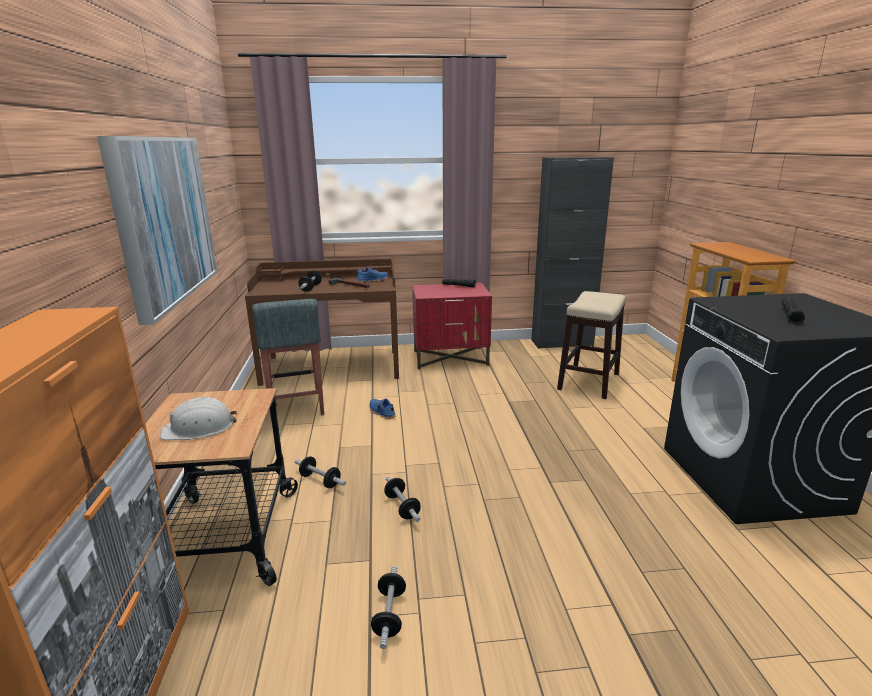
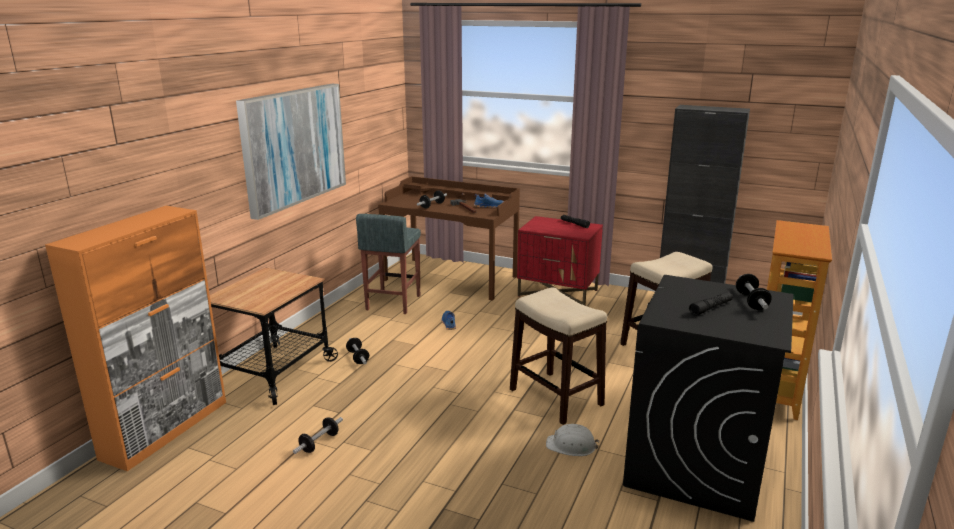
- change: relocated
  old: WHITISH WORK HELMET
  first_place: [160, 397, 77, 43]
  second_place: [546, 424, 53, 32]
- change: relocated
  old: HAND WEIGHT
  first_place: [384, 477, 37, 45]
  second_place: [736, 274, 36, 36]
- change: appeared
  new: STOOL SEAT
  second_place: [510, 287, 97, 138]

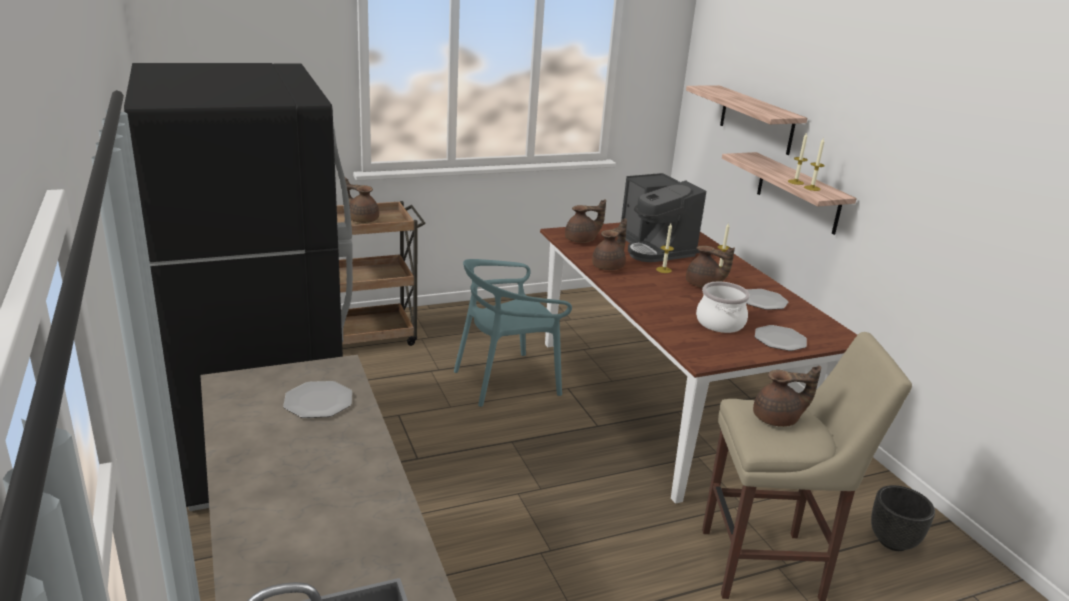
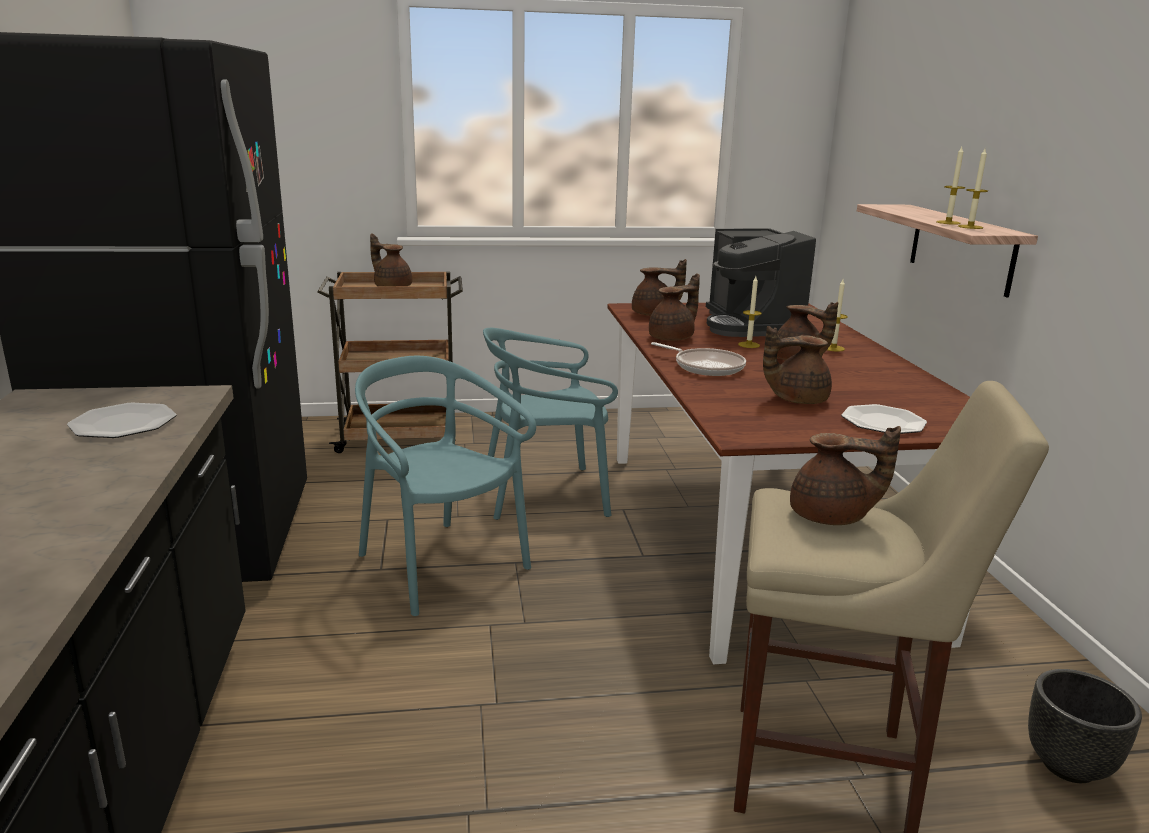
- change: missing
  old: SHELF
  first_place: [686, 85, 122, 70]
- change: exchanged
  old: STOCKPOT
  new: BROWN TEA POT
  first_place: [696, 282, 54, 51]
  second_place: [763, 326, 69, 78]
- change: missing
  old: FLAT DISH
  first_place: [746, 289, 43, 21]
- change: appeared
  new: FRYING PAN
  second_place: [651, 342, 95, 34]
- change: appeared
  new: TURQUOISE-COLOURED CHAIR
  second_place: [355, 356, 181, 260]

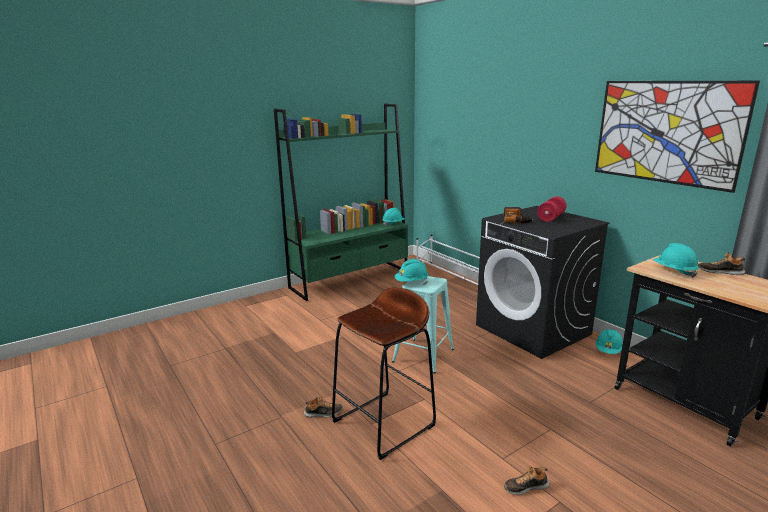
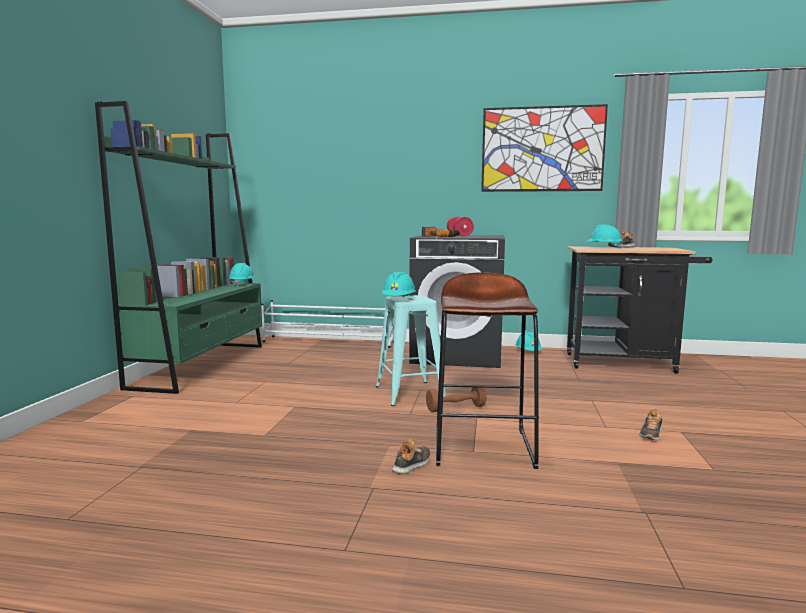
- change: appeared
  new: BROWN HAND WEIGHT
  second_place: [426, 384, 60, 28]

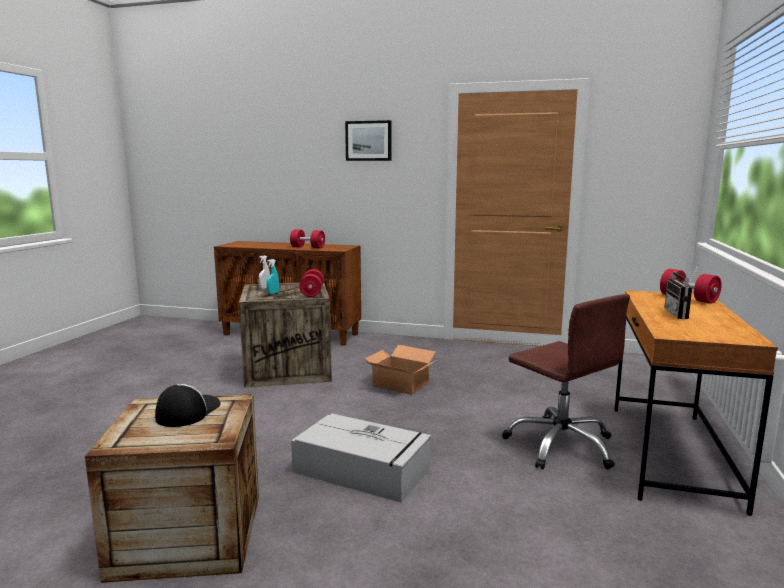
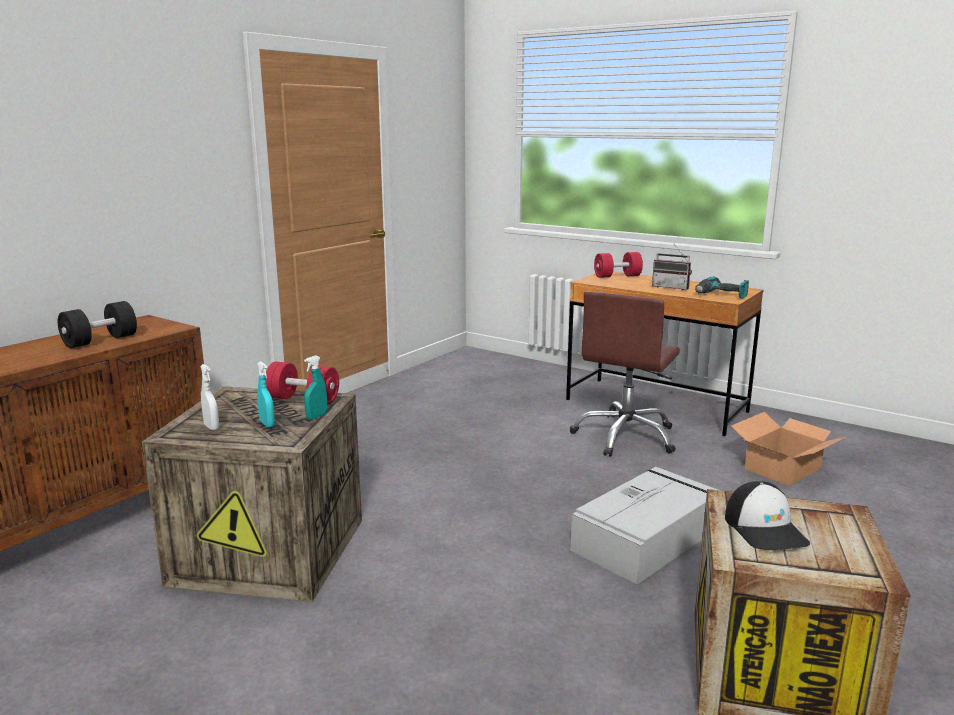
- change: missing
  old: WALL PICTURE
  first_place: [345, 120, 46, 41]
- change: colour
  old: RED-COLOURED HAND WEIGHT
  new: BLACKISH HAND WEIGHT
  first_place: [290, 229, 35, 19]
  second_place: [58, 301, 79, 47]
- change: spun
  old: BROWN COMPUTER CHAIR
  first_place: [502, 294, 128, 175]
  second_place: [570, 291, 110, 166]
  degrees: 135
- change: relocated
  old: CARDBOARD BOX
  first_place: [364, 345, 73, 50]
  second_place: [731, 412, 114, 74]
- change: spun
  old: CAP
  first_place: [155, 384, 66, 43]
  second_place: [725, 481, 85, 69]
  degrees: -135
- change: appeared
  new: ELECTRIC DRILL
  second_place: [695, 276, 54, 22]
- change: appeared
  new: TURQUOISE-COLOURED SPRAYER
  second_place: [304, 355, 23, 65]

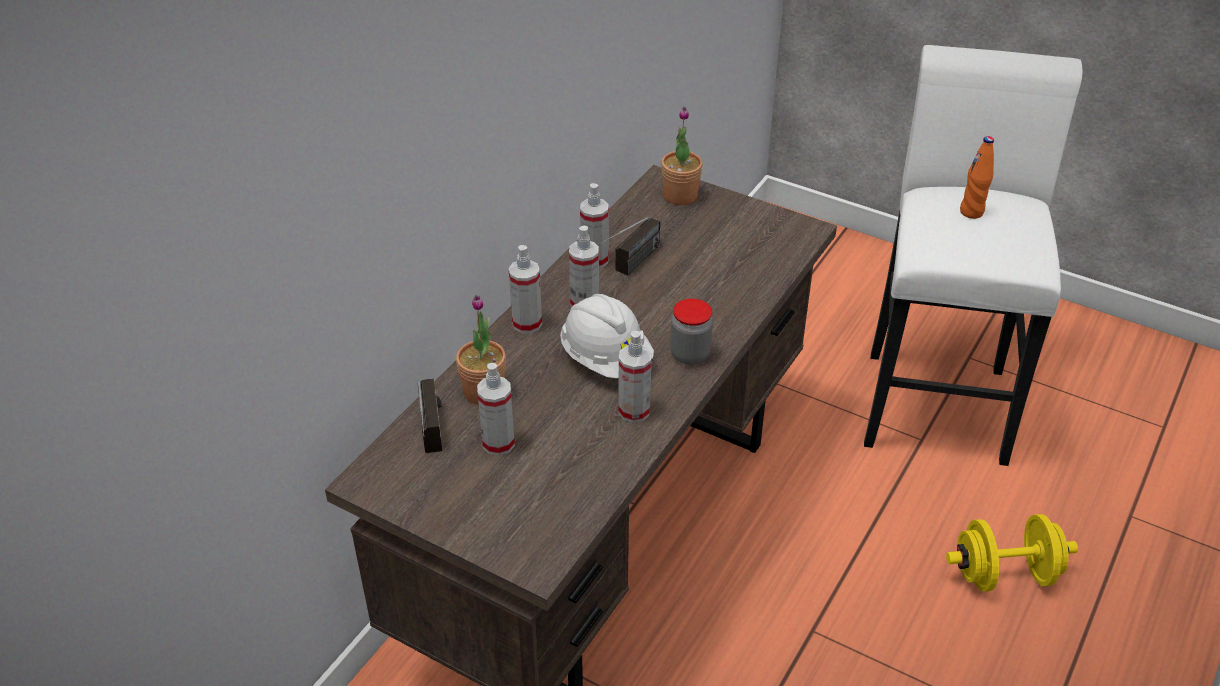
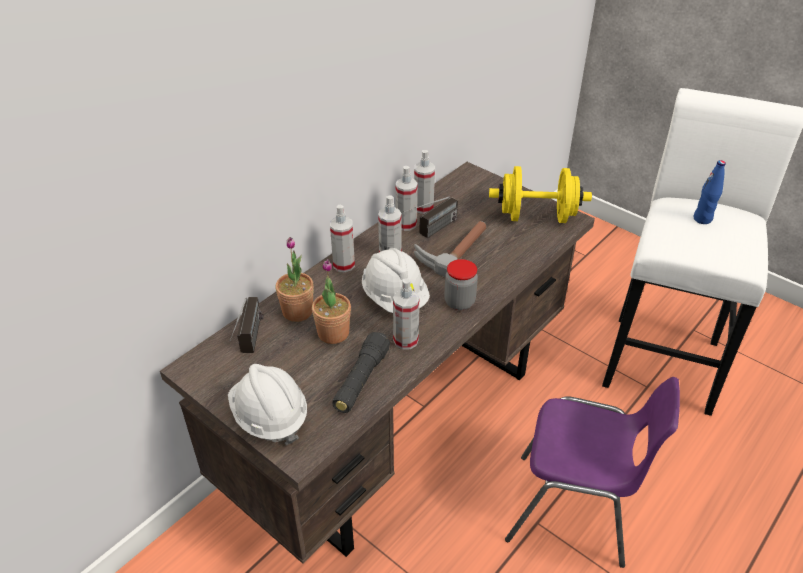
- change: relocated
  old: POTTED PLANT
  first_place: [661, 107, 42, 98]
  second_place: [312, 259, 39, 85]
- change: colour
  old: ORANGE-COLOURED DRINK BOTTLE
  new: BLUISH DRINK BOTTLE
  first_place: [960, 136, 34, 83]
  second_place: [694, 160, 32, 64]
- change: relocated
  old: SPRAYER
  first_place: [477, 363, 38, 93]
  second_place: [414, 150, 21, 64]
- change: relocated
  old: YELLOW HAND WEIGHT
  first_place: [946, 514, 132, 78]
  second_place: [489, 166, 103, 57]
- change: appeared
  new: HAMMER
  second_place: [414, 221, 72, 56]
- change: appeared
  new: BLACKISH TORCH
  second_place: [332, 332, 58, 81]
- change: appeared
  new: WHITISH WORK HELMET
  second_place: [228, 364, 79, 81]
- change: appeared
  new: PURPLE CHAIR
  second_place: [505, 377, 175, 191]

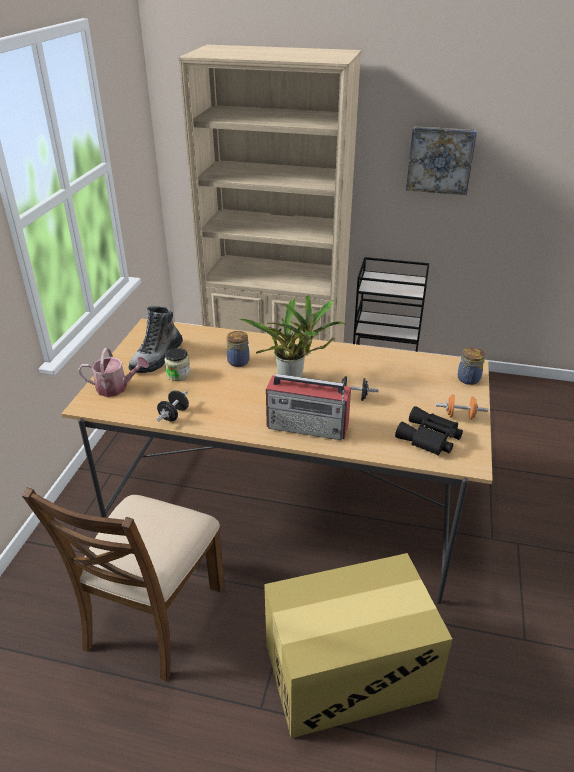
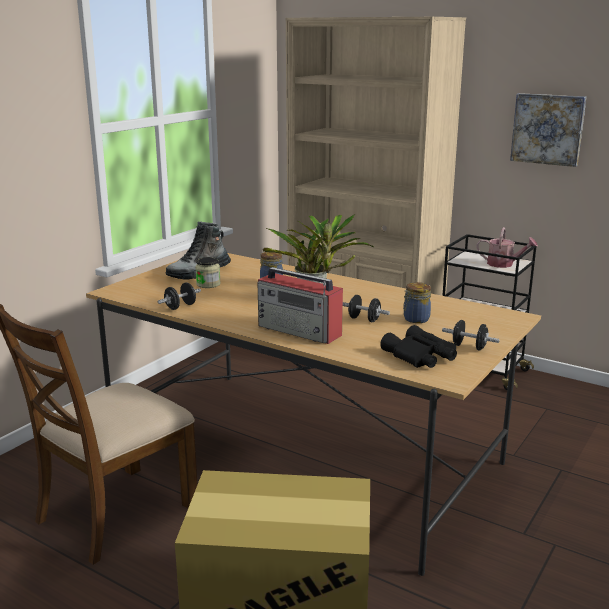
- change: relocated
  old: STORAGE JAR
  first_place: [458, 347, 27, 38]
  second_place: [403, 282, 28, 41]
- change: relocated
  old: WATERING POT
  first_place: [78, 348, 71, 49]
  second_place: [477, 227, 61, 41]
- change: colour
  old: ORANGE-COLOURED HAND WEIGHT
  new: BLACKISH HAND WEIGHT
  first_place: [436, 394, 52, 26]
  second_place: [442, 320, 58, 31]

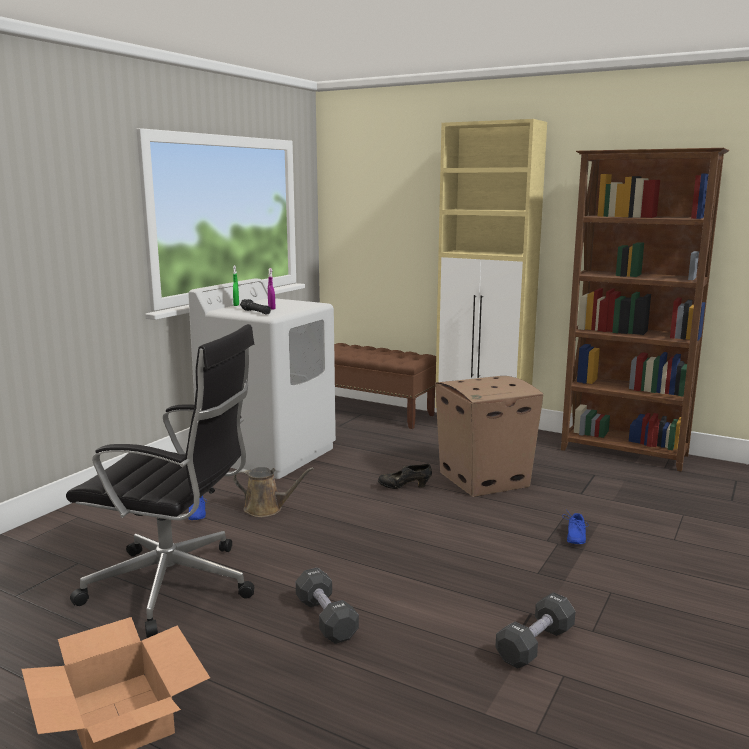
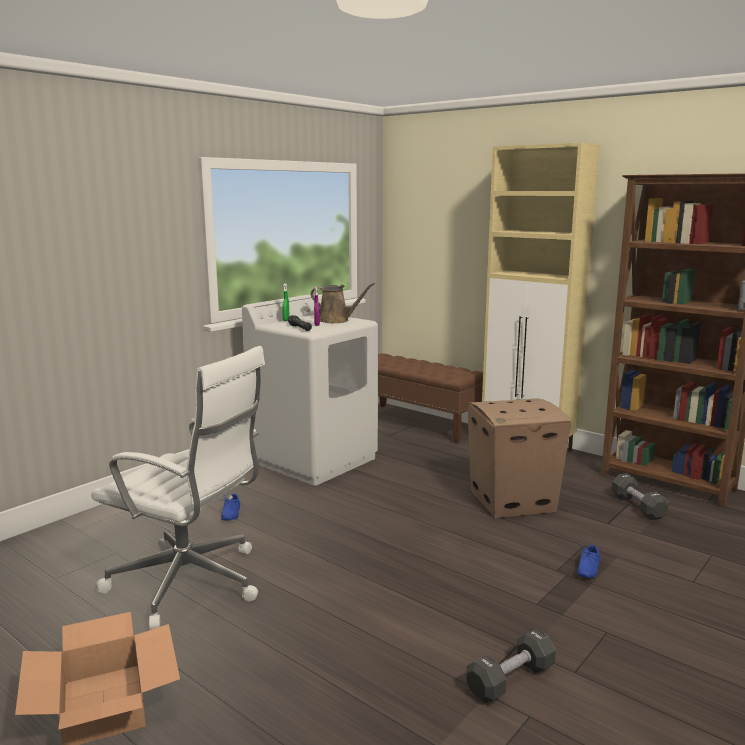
- change: colour
  old: BLACKISH COMPUTER CHAIR
  new: WHITISH COMPUTER CHAIR
  first_place: [66, 324, 188, 314]
  second_place: [91, 346, 174, 284]
- change: missing
  old: BLACKISH ITEM OF FOOTWEAR
  first_place: [378, 464, 54, 25]
- change: relocated
  old: BROWN WATERING POT
  first_place: [233, 467, 81, 50]
  second_place: [311, 283, 64, 40]
- change: relocated
  old: BLACKISH HAND WEIGHT
  first_place: [295, 567, 64, 77]
  second_place: [611, 473, 57, 47]

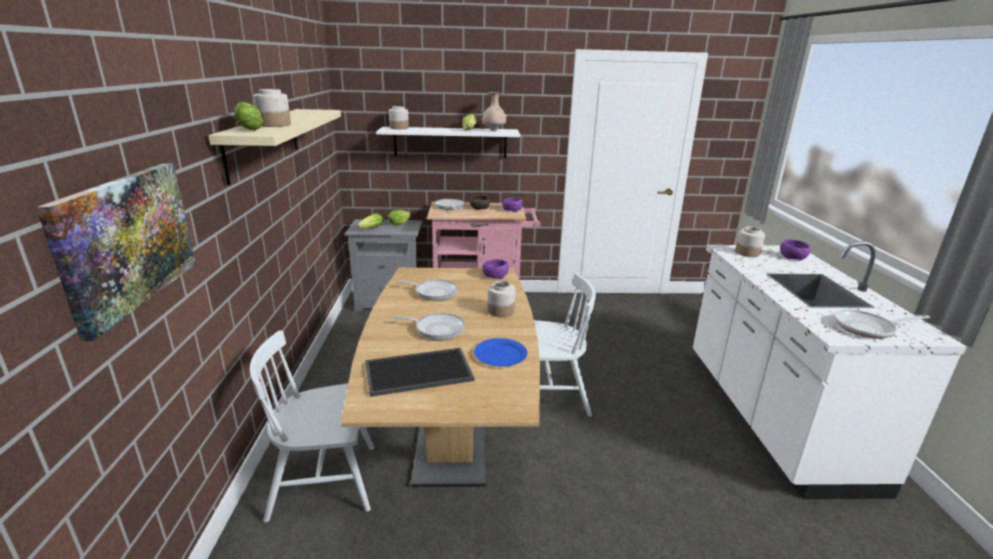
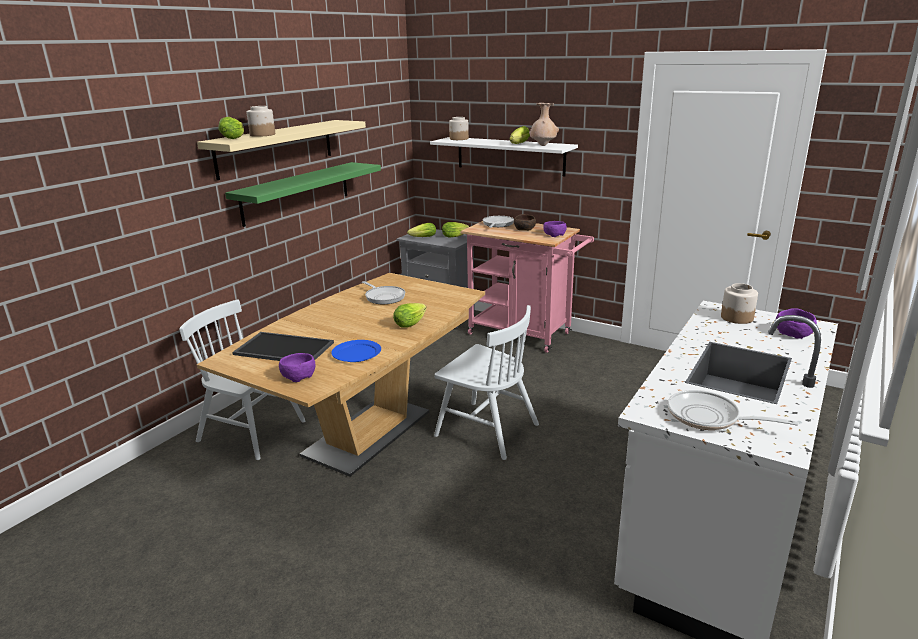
- change: missing
  old: WALL PICTURE
  first_place: [36, 163, 160, 178]
- change: relocated
  old: PURPLE SERVING BOWL
  first_place: [482, 259, 27, 20]
  second_place: [279, 353, 36, 29]
- change: exchanged
  old: STORAGE JAR
  new: HEAD OF LETTUCE
  first_place: [487, 281, 29, 36]
  second_place: [393, 303, 34, 25]
- change: missing
  old: FRYING PAN
  first_place: [393, 313, 72, 27]
- change: appeared
  new: GREEN SHELF
  second_place: [225, 162, 156, 65]

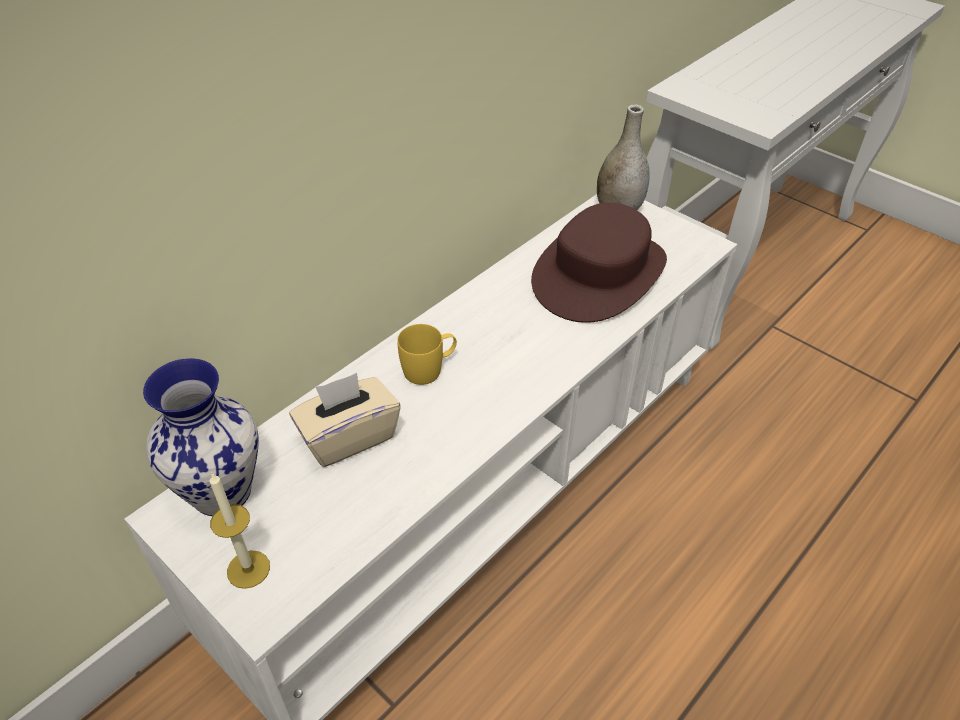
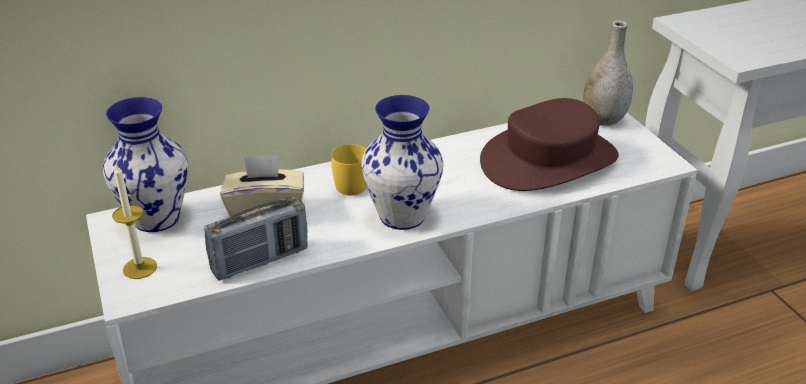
- change: appeared
  new: FLOWER VASE
  second_place: [361, 95, 82, 135]
- change: appeared
  new: RADIO RECEIVER
  second_place: [204, 196, 104, 85]

